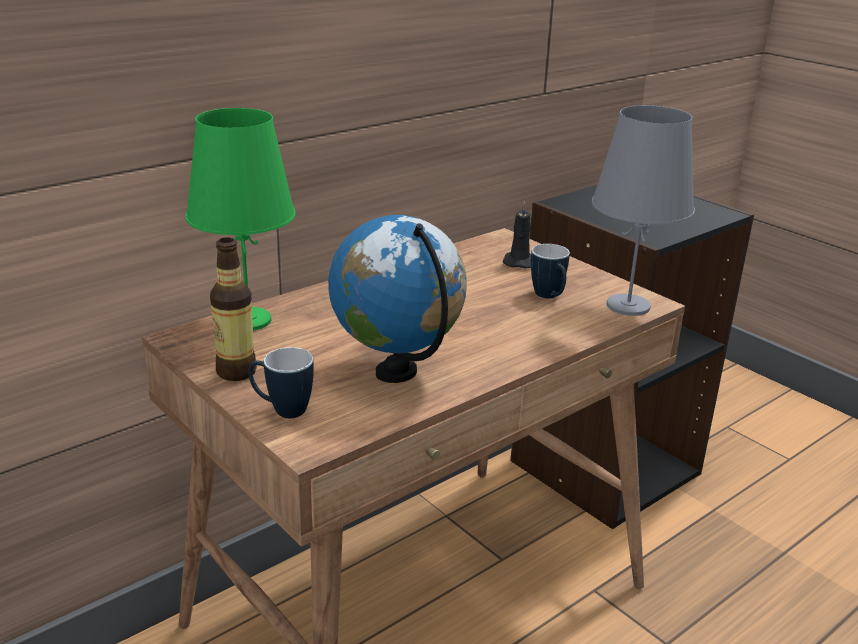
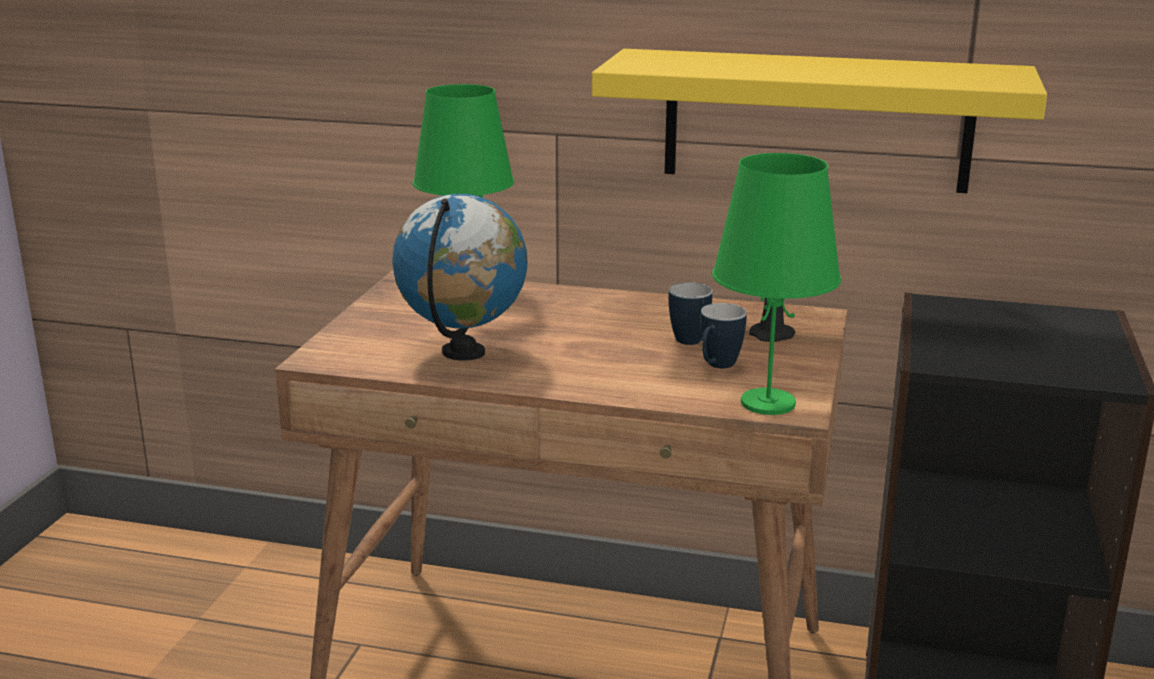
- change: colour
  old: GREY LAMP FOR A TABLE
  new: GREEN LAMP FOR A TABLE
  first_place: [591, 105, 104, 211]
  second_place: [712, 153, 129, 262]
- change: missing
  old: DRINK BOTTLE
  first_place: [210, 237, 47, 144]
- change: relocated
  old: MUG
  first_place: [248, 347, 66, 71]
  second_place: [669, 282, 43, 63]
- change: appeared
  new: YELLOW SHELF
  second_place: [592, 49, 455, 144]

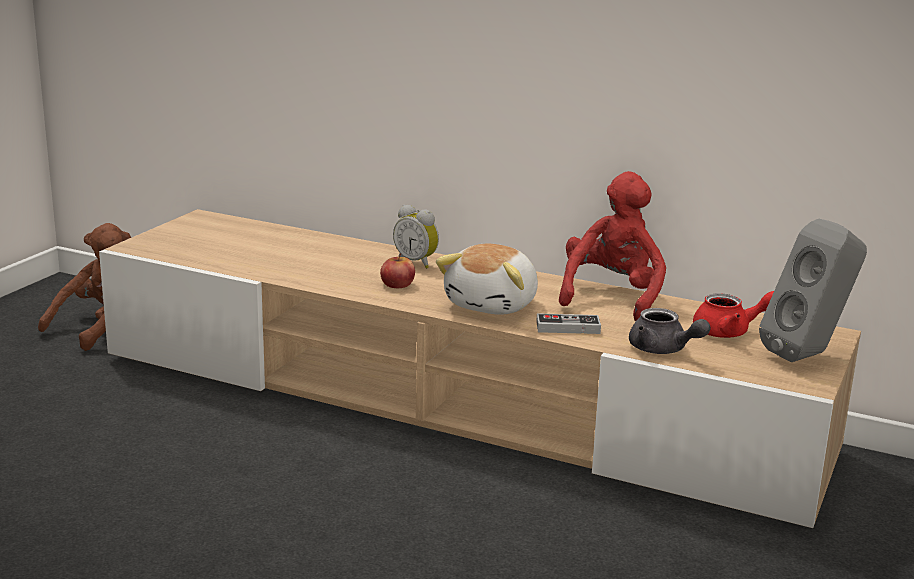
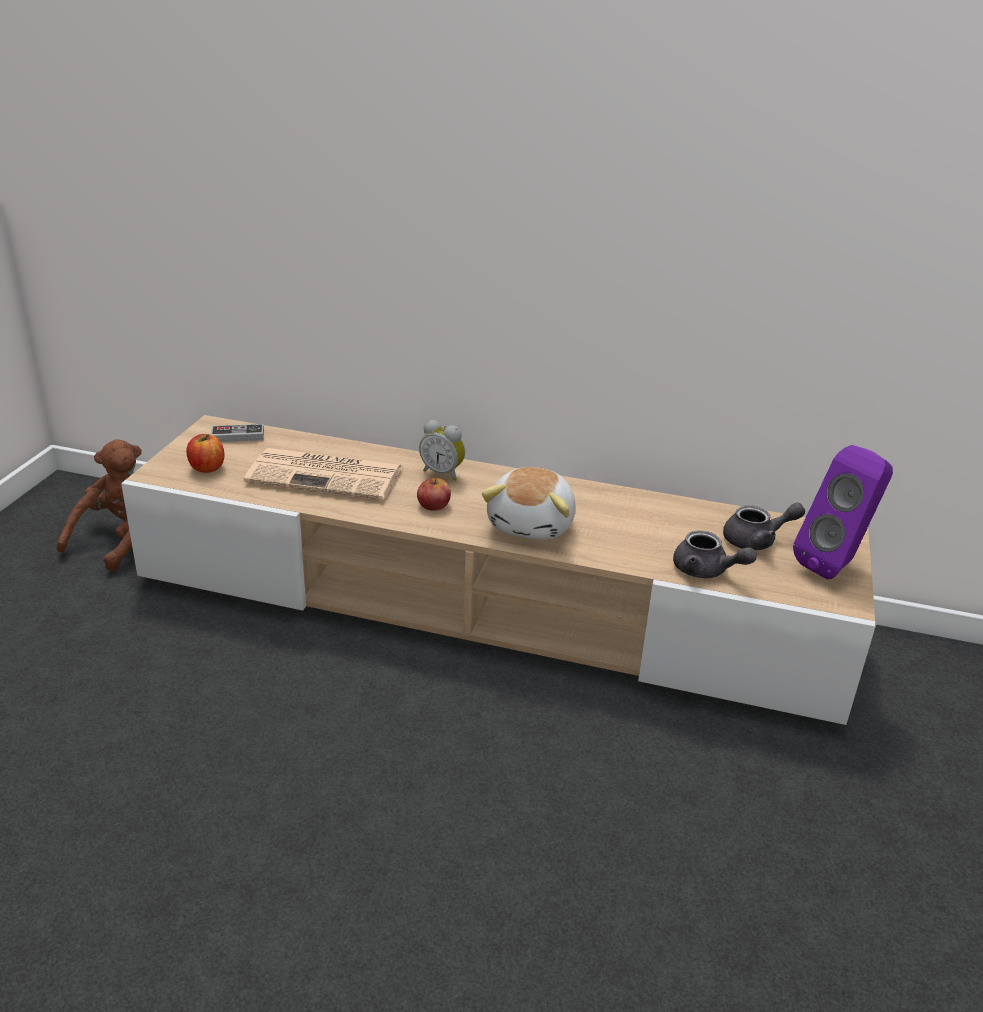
- change: missing
  old: RED-COLOURED PLUSH TOY
  first_place: [559, 171, 107, 150]
- change: colour
  old: GREY AUDIO SPEAKER
  new: PURPLE AUDIO SPEAKER
  first_place: [759, 219, 108, 143]
  second_place: [793, 445, 100, 134]
- change: colour
  old: RED-COLOURED TEA POT
  new: GREY TEA POT
  first_place: [693, 291, 81, 47]
  second_place: [723, 503, 82, 47]
- change: relocated
  old: JOYPAD
  first_place: [536, 313, 65, 21]
  second_place: [211, 424, 53, 18]
- change: appeared
  new: APPLE
  second_place: [186, 434, 38, 39]
- change: appeared
  new: NEWSPAPER
  second_place: [244, 448, 158, 52]

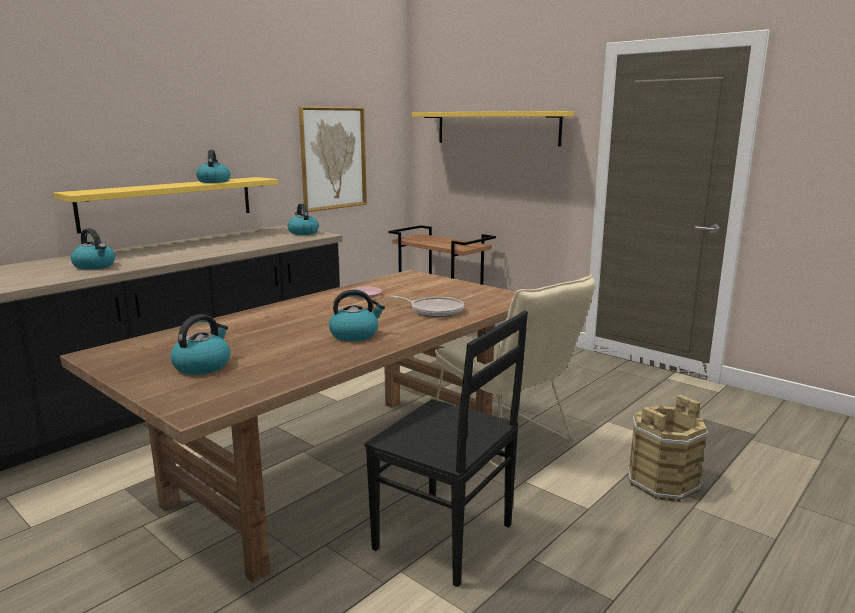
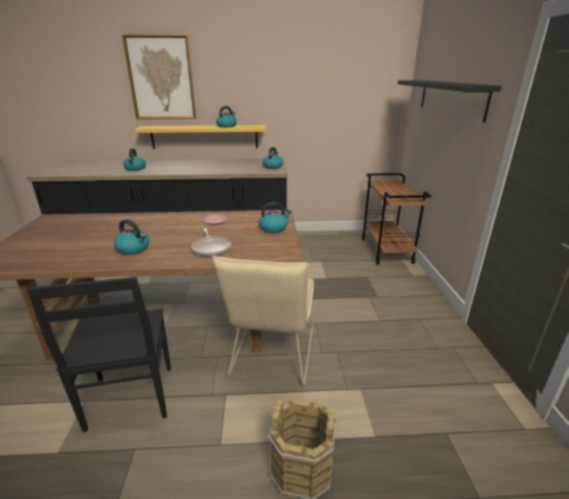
- change: relocated
  old: WALL PICTURE
  first_place: [299, 106, 68, 106]
  second_place: [122, 34, 74, 85]
- change: colour
  old: YELLOW SHELF
  new: BLACKISH SHELF
  first_place: [412, 111, 162, 36]
  second_place: [397, 80, 104, 43]
- change: relocated
  old: WATER KETTLE
  first_place: [171, 314, 59, 61]
  second_place: [259, 202, 32, 31]

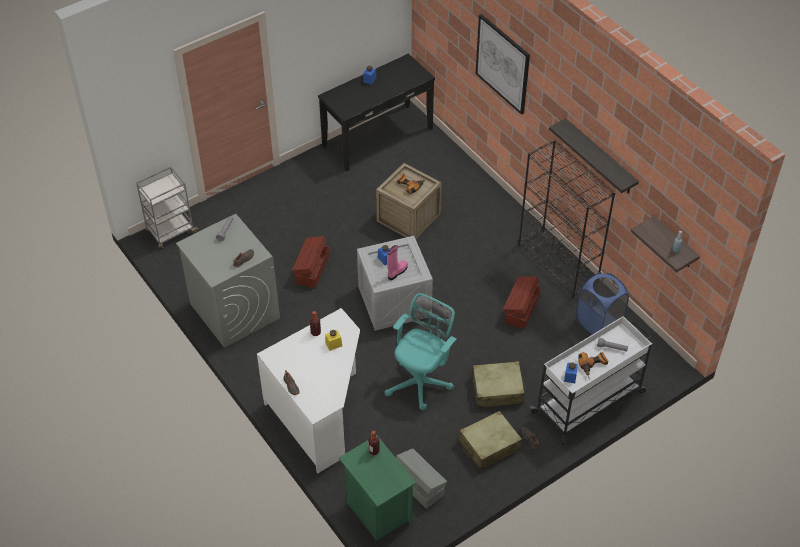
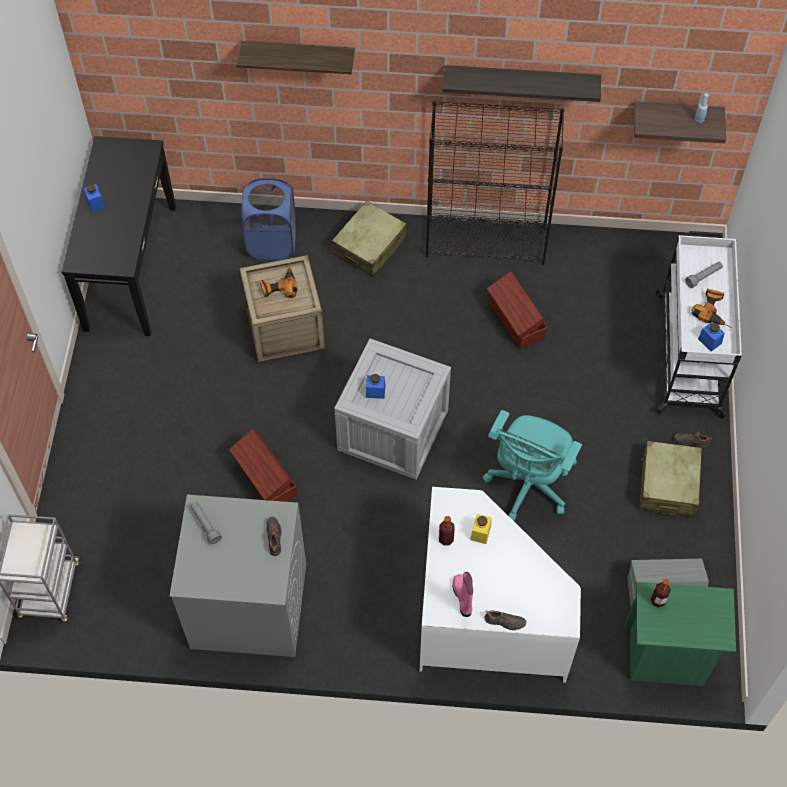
- change: exchanged
  old: WALL PICTURE
  new: SHELF
  first_place: [475, 14, 55, 101]
  second_place: [237, 41, 118, 33]
- change: relocated
  old: PINK TALL BOOT
  first_place: [387, 245, 21, 35]
  second_place: [453, 572, 20, 45]
- change: relocated
  old: BLUISH LAUNDRY BASKET
  first_place: [576, 272, 53, 63]
  second_place: [242, 178, 54, 82]
- change: spun
  old: TURQUOISE-COLOURED COMPUTER CHAIR
  first_place: [385, 293, 71, 117]
  second_place: [483, 410, 99, 111]
  degrees: -135
- change: relocated
  old: BEIGE SUITCASE
  first_place: [472, 361, 54, 47]
  second_place: [332, 201, 75, 76]

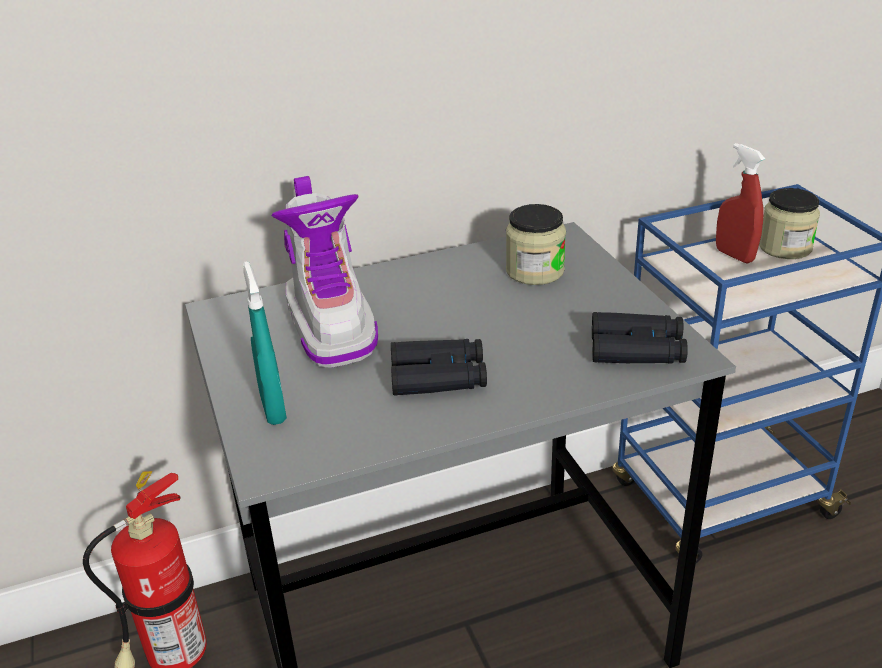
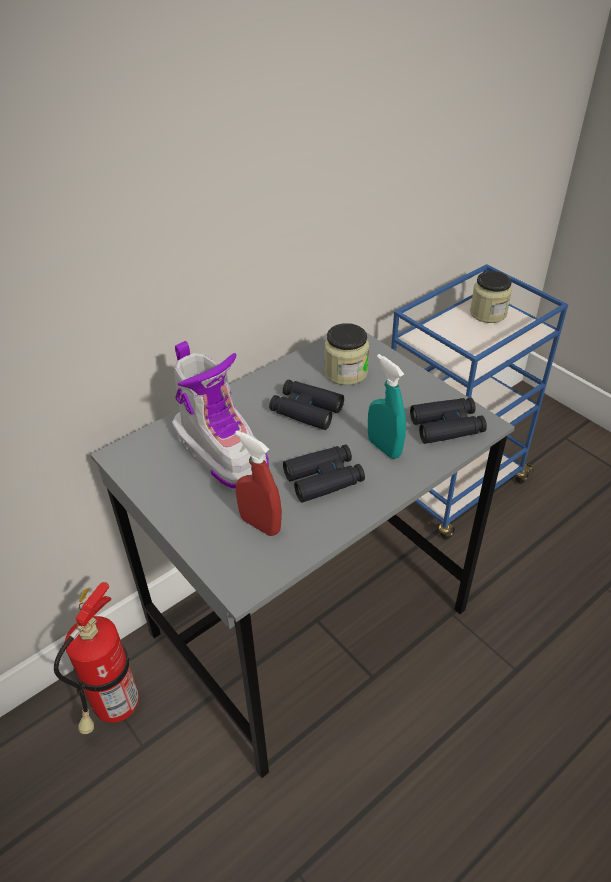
- change: relocated
  old: RED-COLOURED SPRAYER
  first_place: [716, 143, 49, 121]
  second_place: [235, 430, 47, 106]
- change: relocated
  old: TURQUOISE-COLOURED SPRAYER
  first_place: [243, 261, 44, 164]
  second_place: [368, 354, 38, 105]
- change: appeared
  new: BLACKISH BINOCULARS
  second_place: [269, 380, 75, 50]

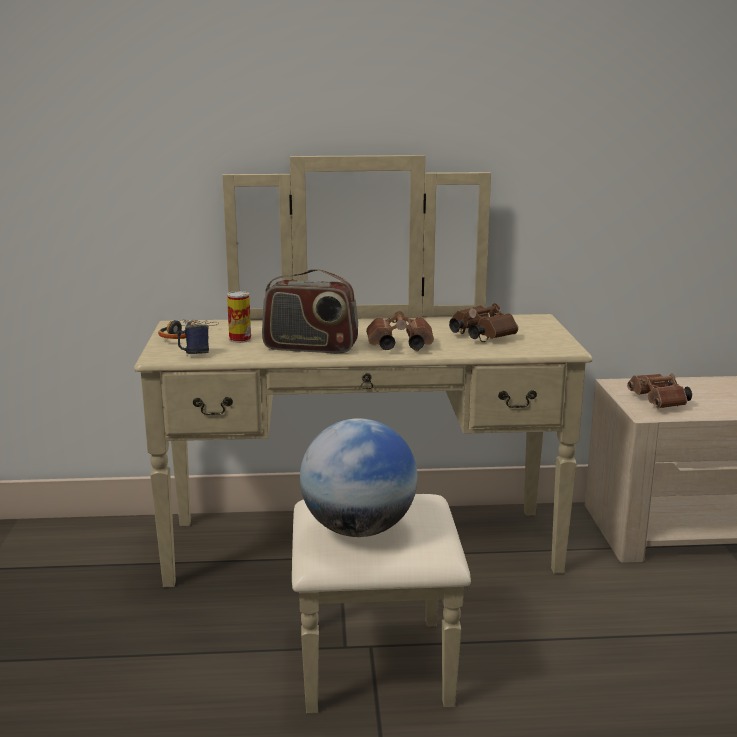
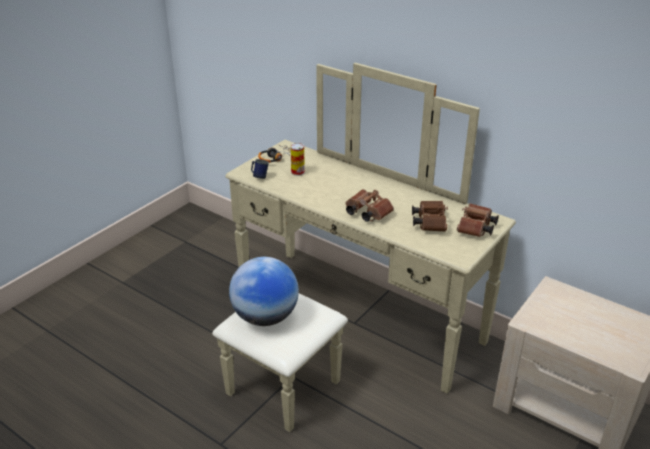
- change: missing
  old: RADIO RECEIVER
  first_place: [262, 269, 96, 84]
- change: relocated
  old: BROWN BINOCULARS
  first_place: [627, 373, 65, 36]
  second_place: [457, 203, 42, 34]

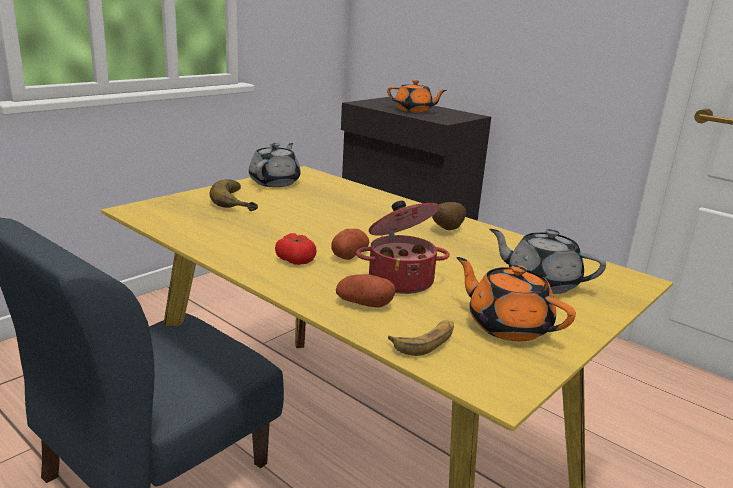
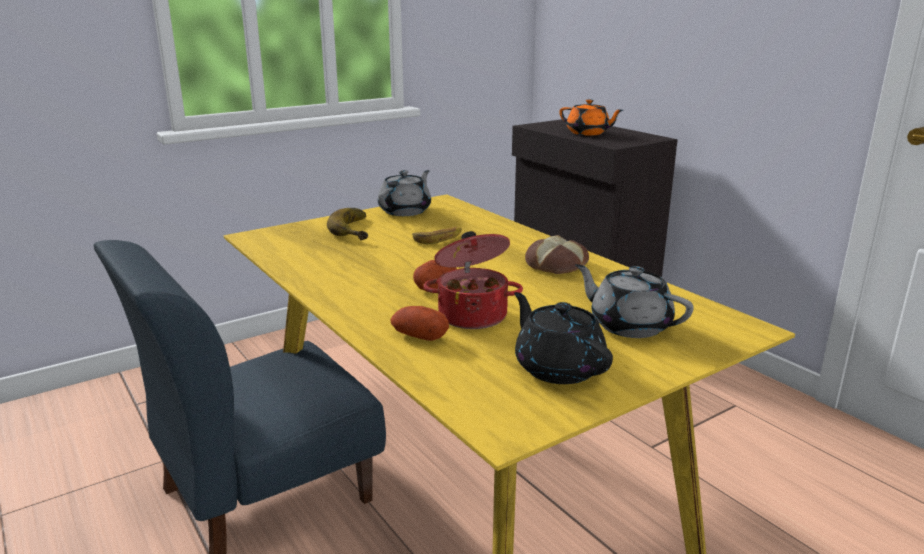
- change: exchanged
  old: WHOLE POTATO
  new: BREAD
  first_place: [432, 202, 34, 28]
  second_place: [525, 235, 64, 39]
- change: missing
  old: WHOLE TOMATO
  first_place: [275, 233, 42, 32]
- change: colour
  old: ORANGE-COLOURED TEA POT
  new: BLACKISH TEA POT
  first_place: [457, 257, 119, 84]
  second_place: [514, 292, 99, 92]
- change: relocated
  old: BANANA
  first_place: [388, 320, 66, 36]
  second_place: [412, 227, 50, 17]

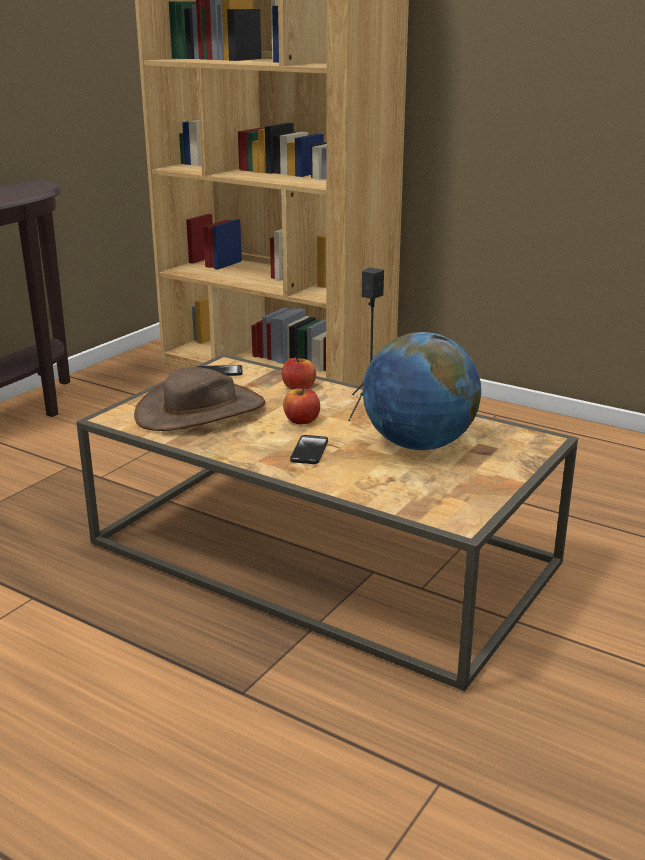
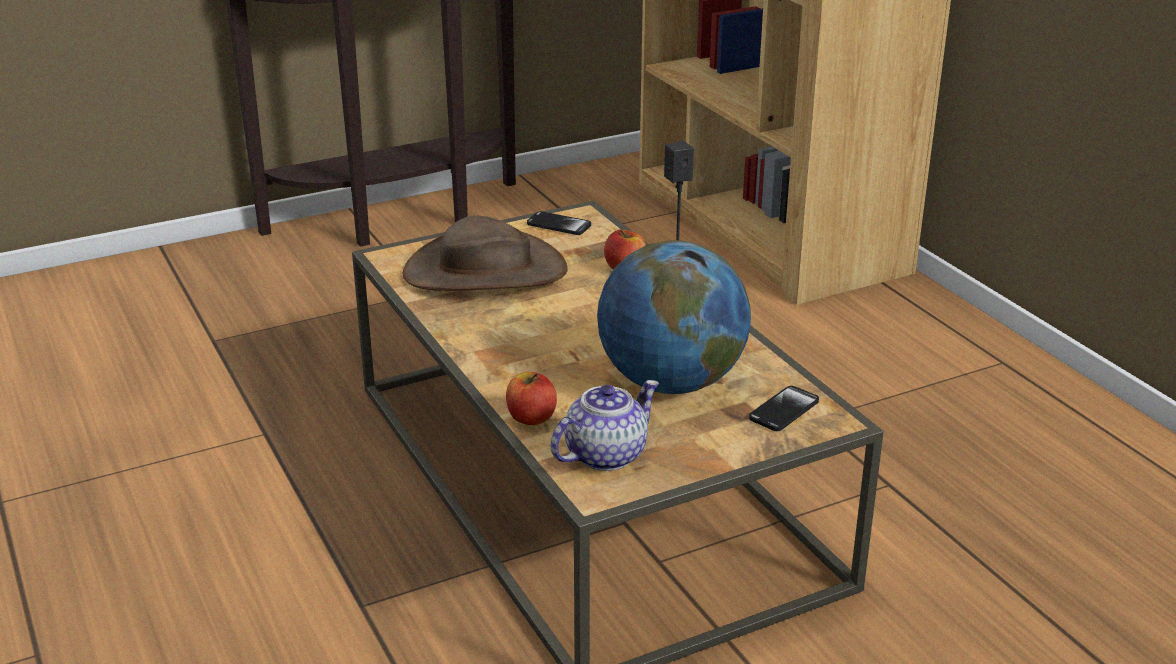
- change: relocated
  old: APPLE
  first_place: [283, 386, 37, 38]
  second_place: [506, 372, 51, 53]
- change: relocated
  old: TELEPHONE
  first_place: [290, 435, 38, 29]
  second_place: [749, 386, 70, 45]
- change: appeared
  new: TEA POT
  second_place: [551, 380, 108, 91]

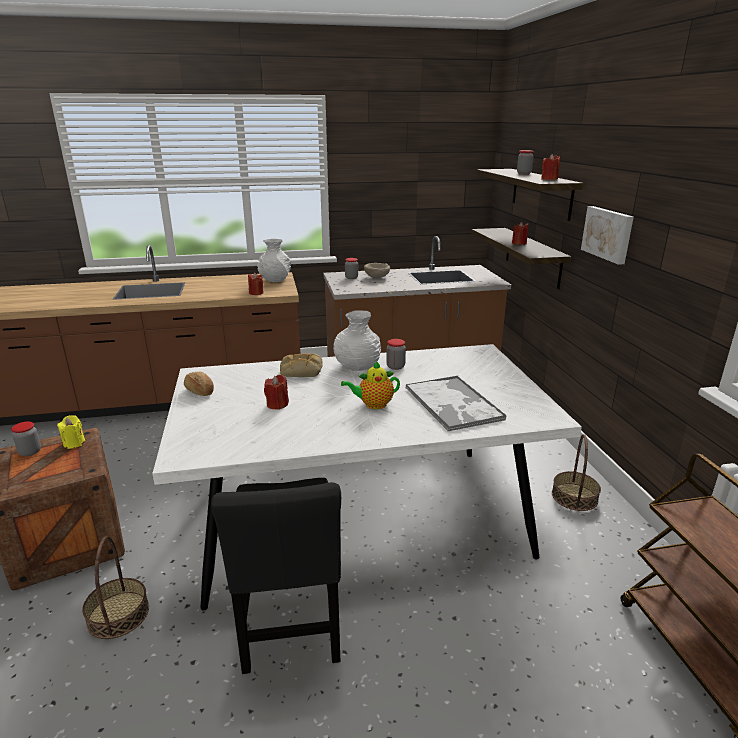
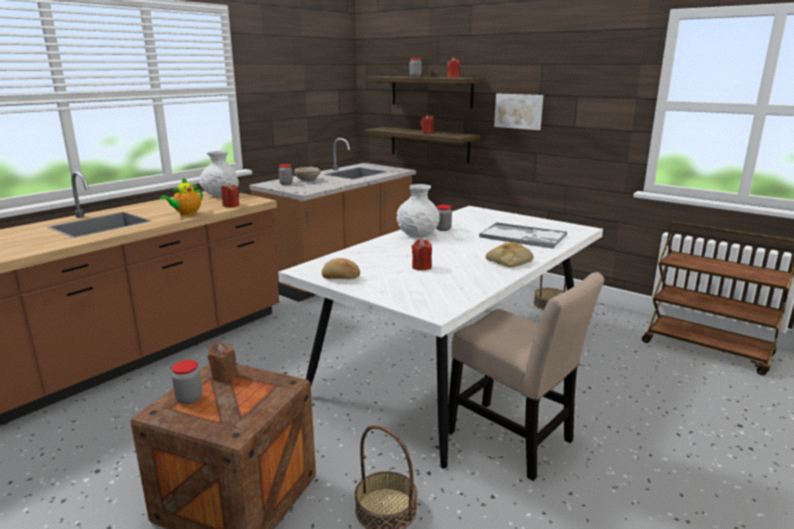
- change: relocated
  old: BREAD
  first_place: [280, 353, 43, 24]
  second_place: [486, 242, 47, 26]
- change: relocated
  old: TEA POT
  first_place: [341, 361, 59, 48]
  second_place: [160, 177, 43, 39]
- change: colour
  old: YELLOW WAX LIGHT
  new: BROWN WAX LIGHT
  first_place: [57, 415, 28, 34]
  second_place: [208, 342, 29, 40]
- change: colour
  old: BLACKISH CHAIR
  new: BEIGE CHAIR
  first_place: [211, 478, 130, 196]
  second_place: [448, 272, 156, 209]

